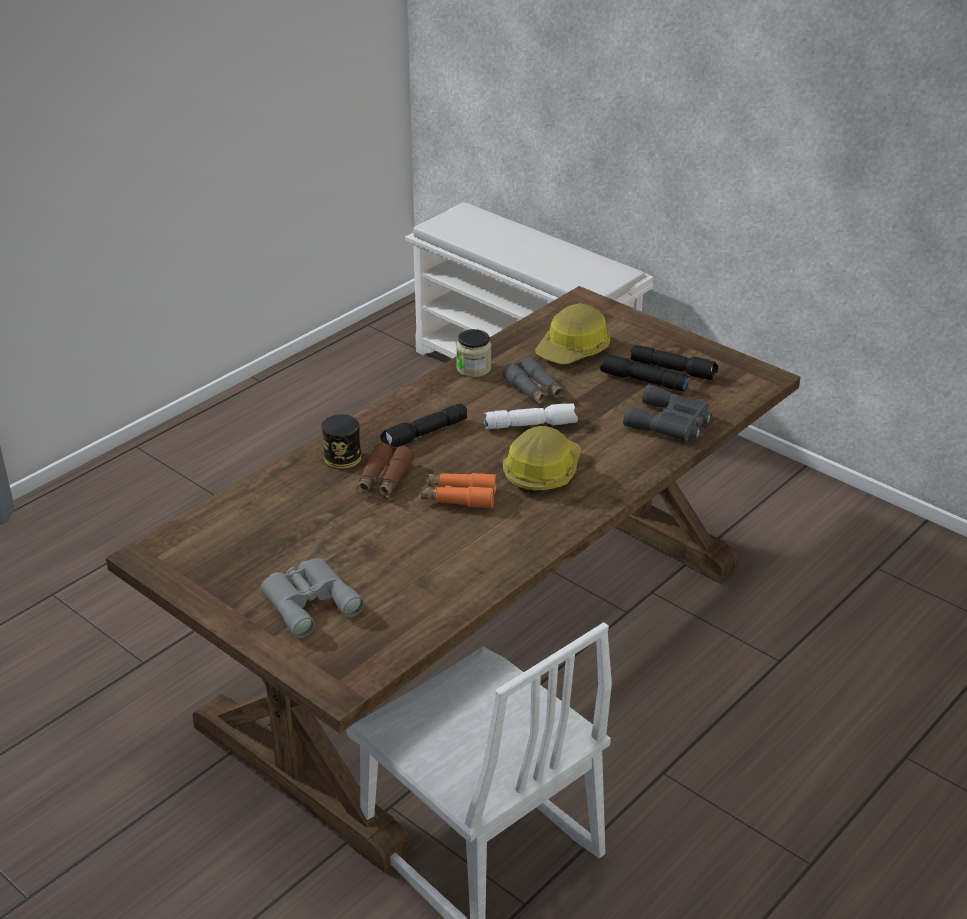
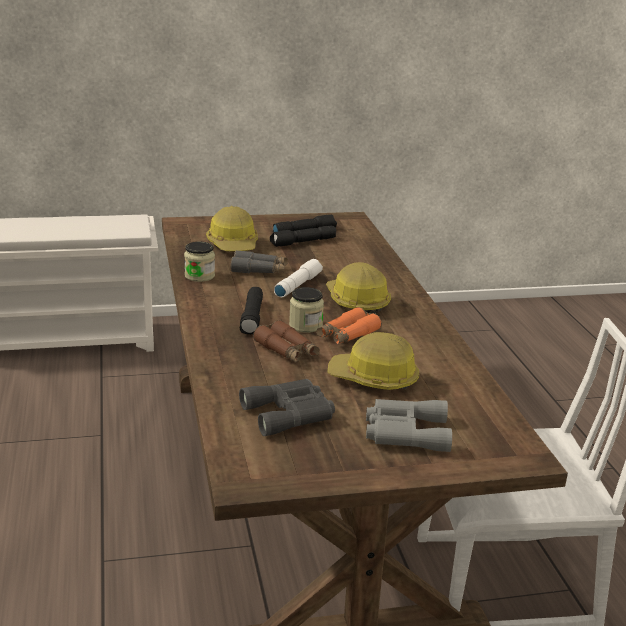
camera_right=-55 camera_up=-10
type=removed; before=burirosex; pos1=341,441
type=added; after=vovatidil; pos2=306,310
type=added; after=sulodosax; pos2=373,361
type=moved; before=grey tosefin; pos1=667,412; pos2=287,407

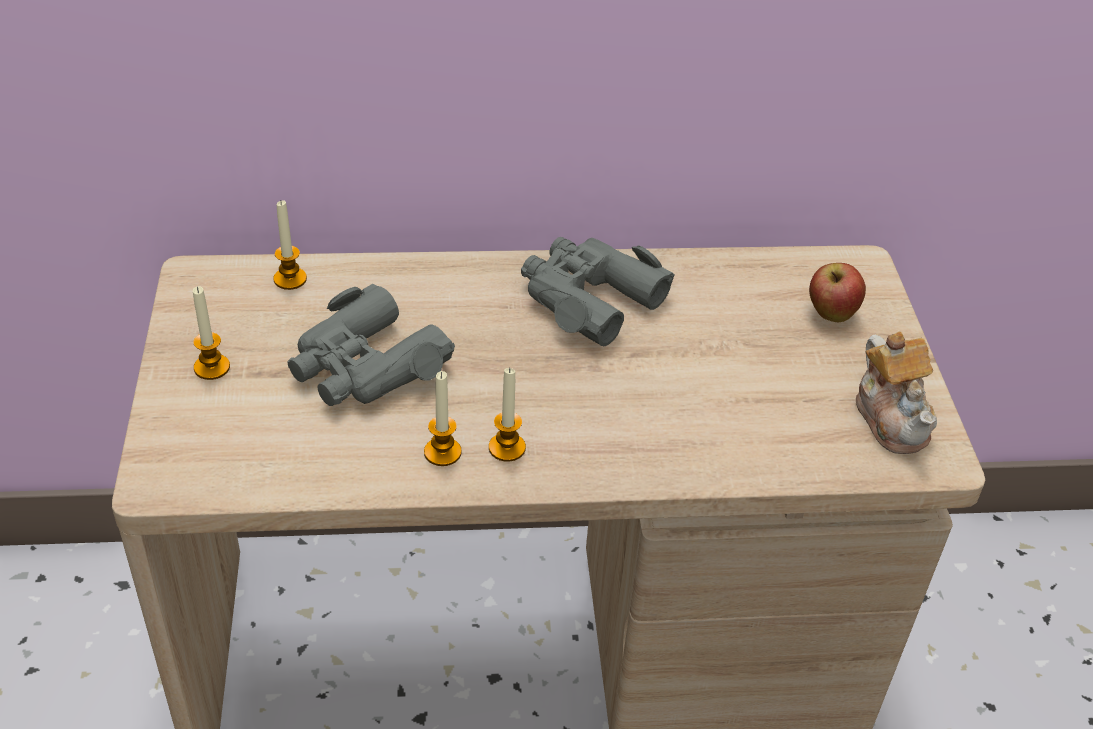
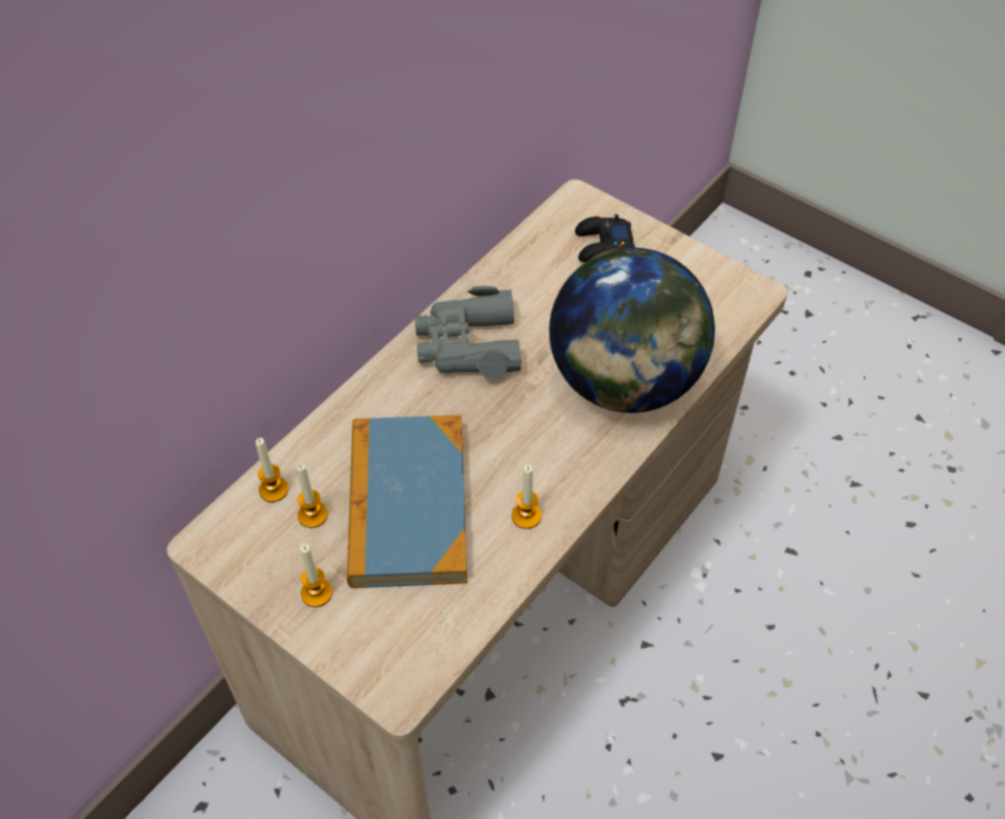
camera_right=-45 camera_up=10
type=removed; before=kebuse; pos1=896,392
type=added; after=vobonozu; pos2=632,330
type=moved; before=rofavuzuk; pos1=507,415; pos2=312,496
type=replaced; before=grey tosefin; after=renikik; pos1=371,345; pos2=407,501
type=replaced; before=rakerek; after=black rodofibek; pos1=837,292; pos2=605,238

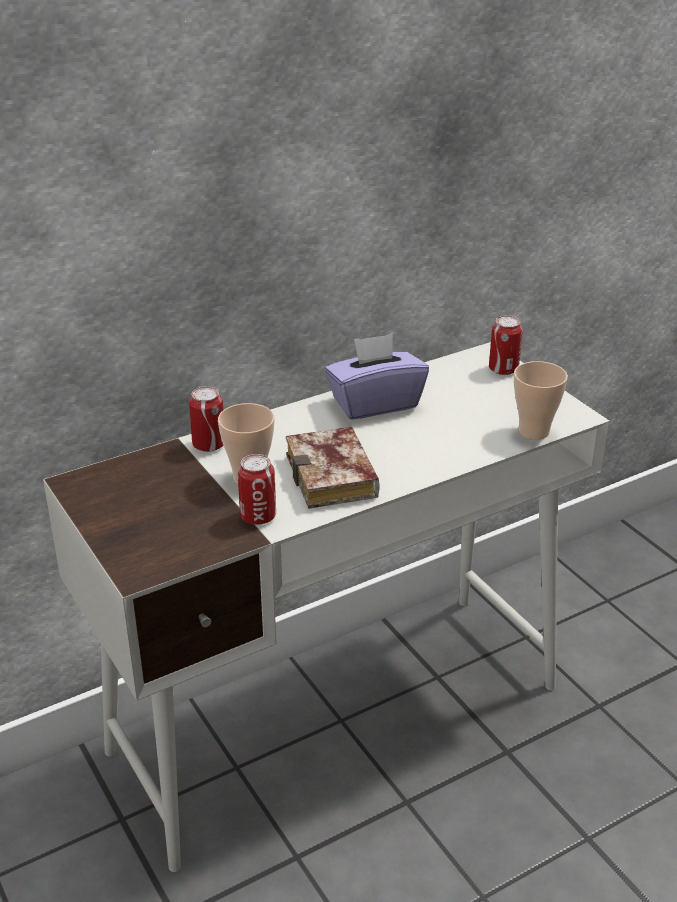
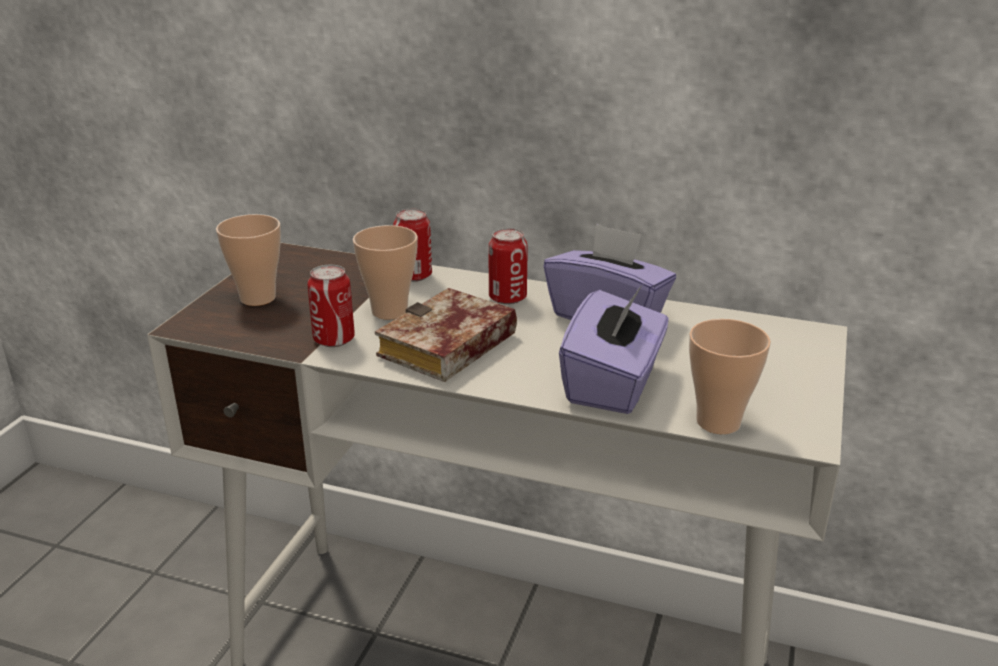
camera_right=50 camera_up=-5
type=added; after=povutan; pos2=248,260
type=added; after=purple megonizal; pos2=614,349
type=moved; before=burirosex; pos1=506,345; pos2=508,266

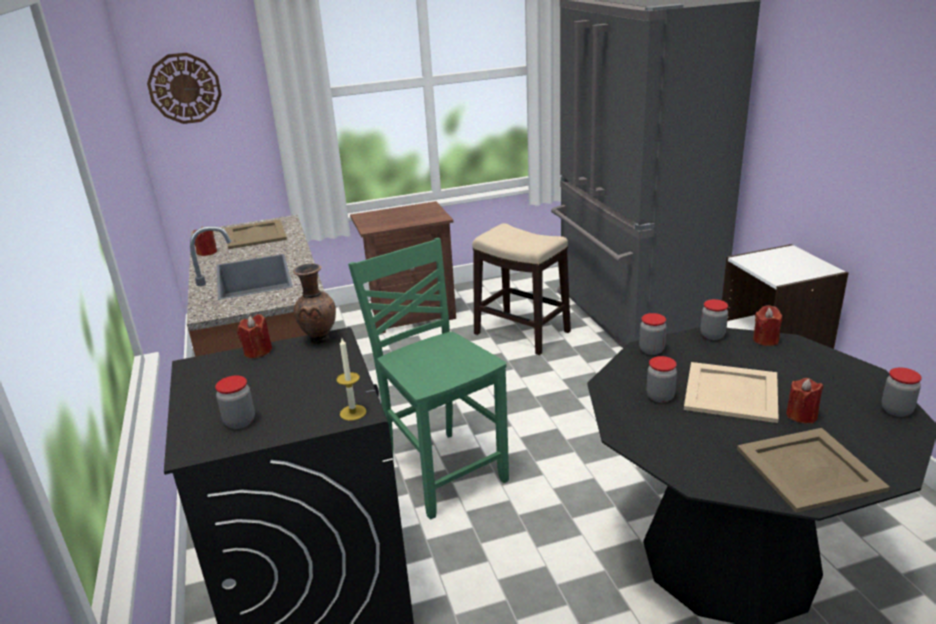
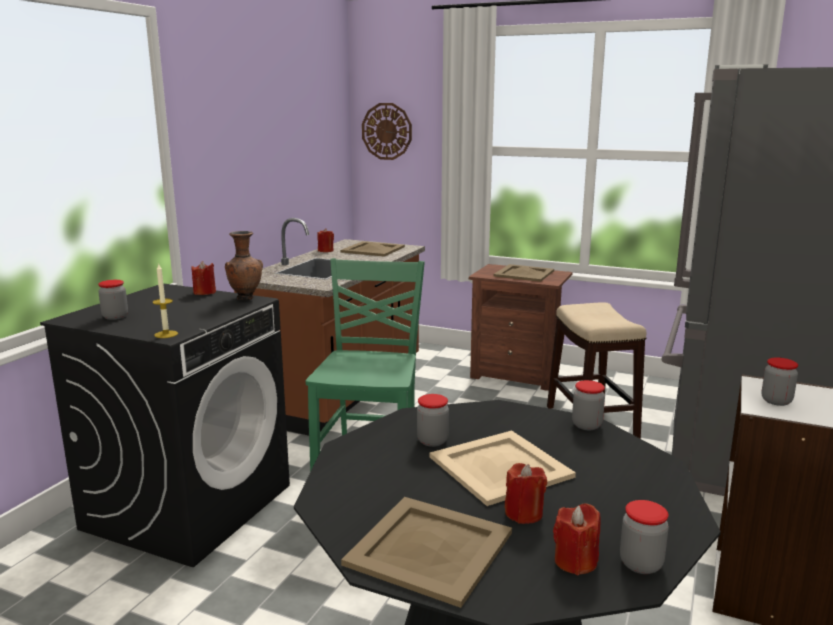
camera_right=40 camera_up=-10
type=added; after=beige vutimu; pos2=524,273
type=moved; before=vovatidil; pos1=653,334; pos2=780,381
type=moved; before=red rofavuzuk; pos1=767,325; pos2=577,539

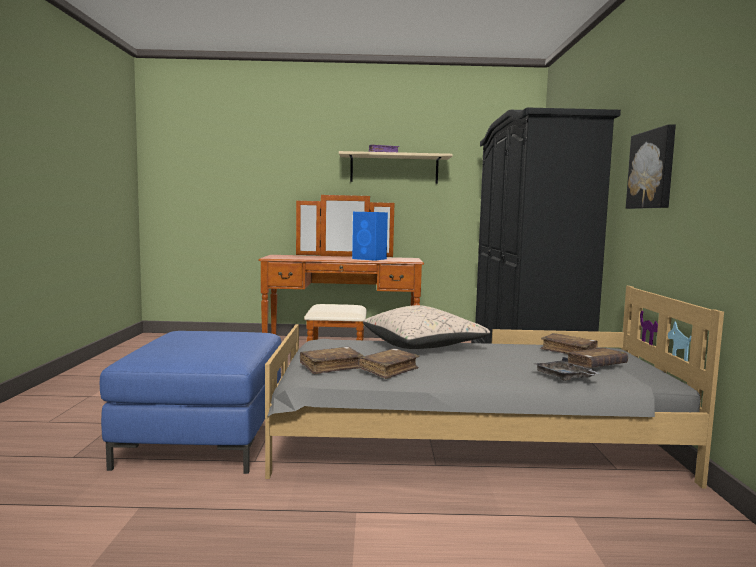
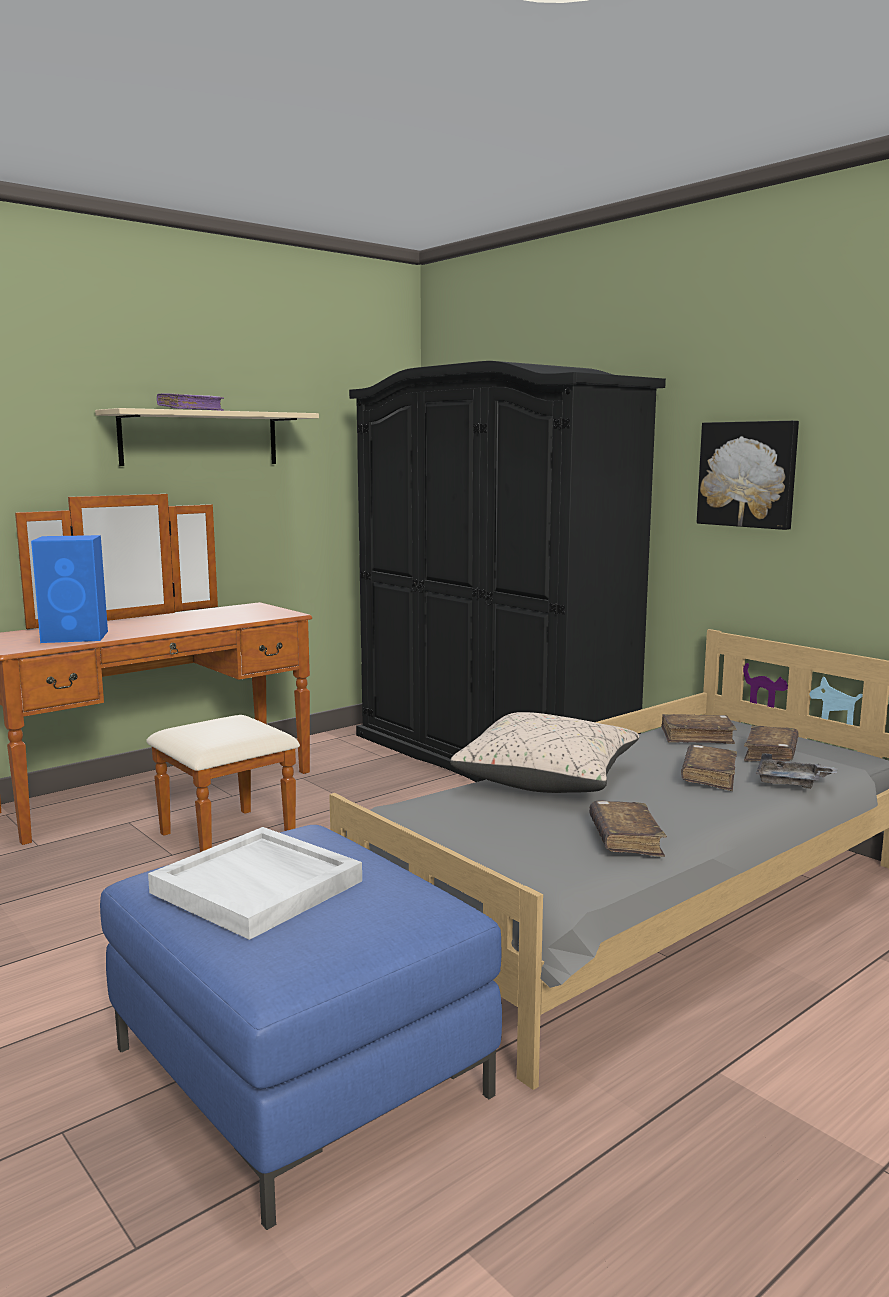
camera_right=-40 camera_up=5
type=added; after=white vutimu; pos2=255,883
type=moved; before=brown renikik; pos1=332,360; pos2=709,768
type=moved; before=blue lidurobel; pos1=370,236; pos2=69,589

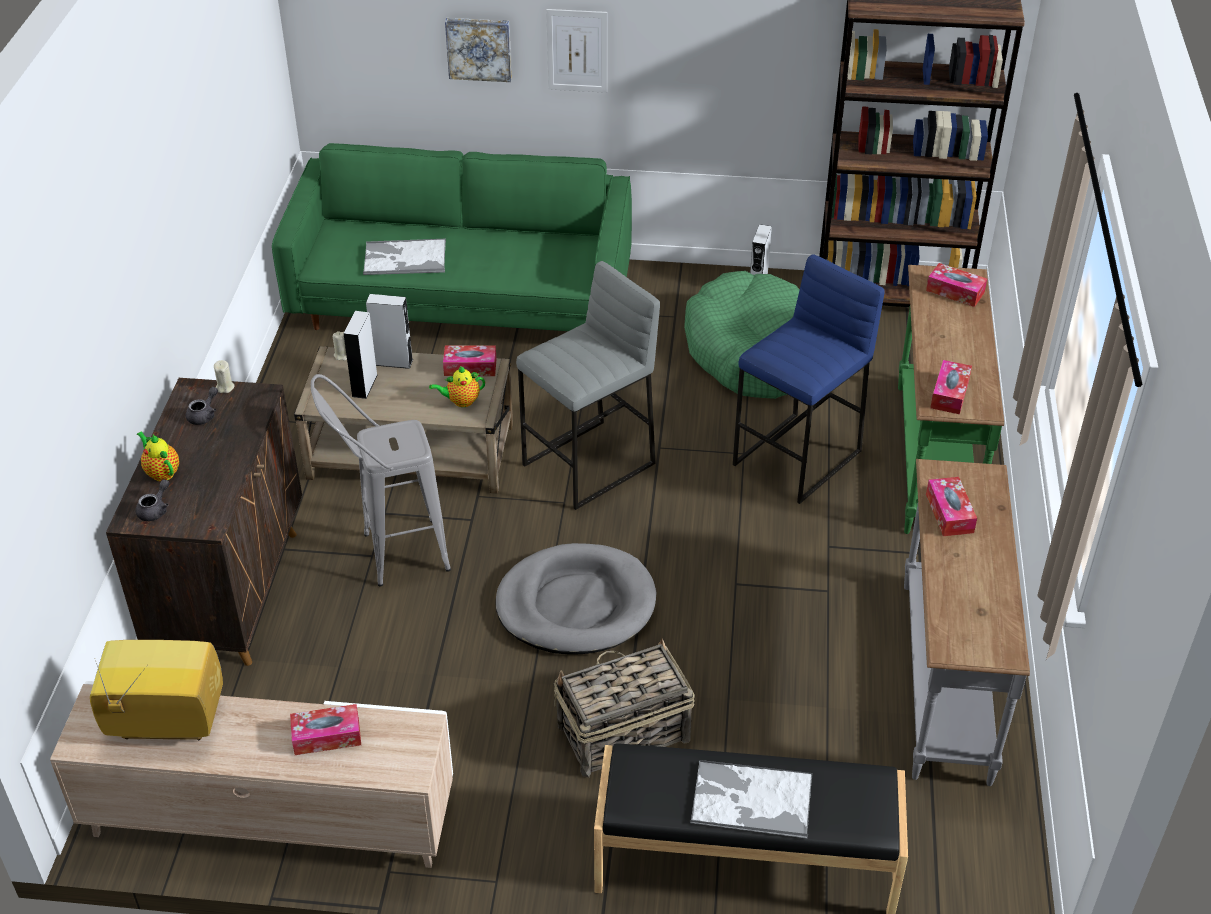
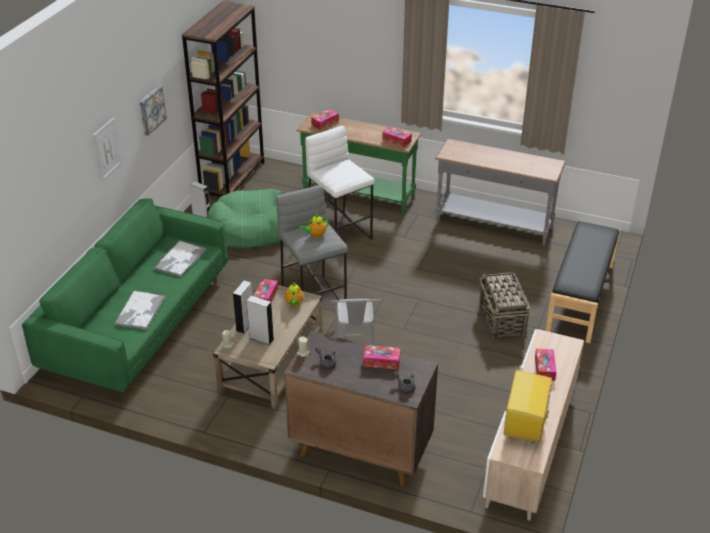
camera_right=-75 camera_up=-5
type=removed; before=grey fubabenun; pos1=576,598
type=moved; before=kebuse; pos1=158,456; pos2=314,226
type=moved; before=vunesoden; pos1=478,50; pos2=153,111
type=moved; before=vutimu; pos1=751,799; pos2=180,258
type=moved; before=megonizal; pos1=951,506; pos2=382,357
type=recoloured; before=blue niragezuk; after=white niragezuk; pos1=809,379; pos2=340,183

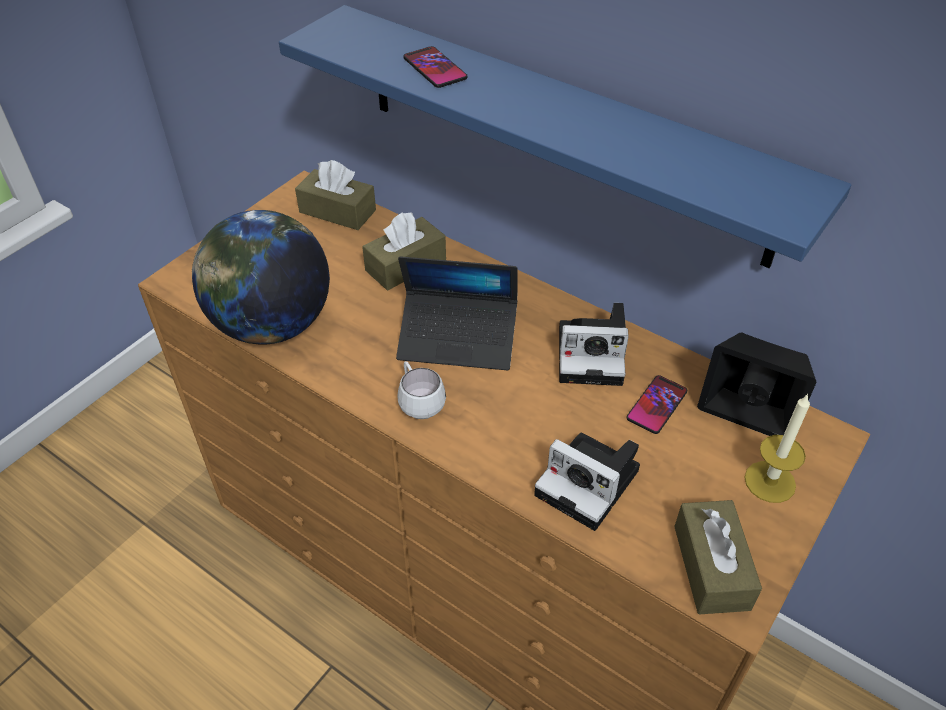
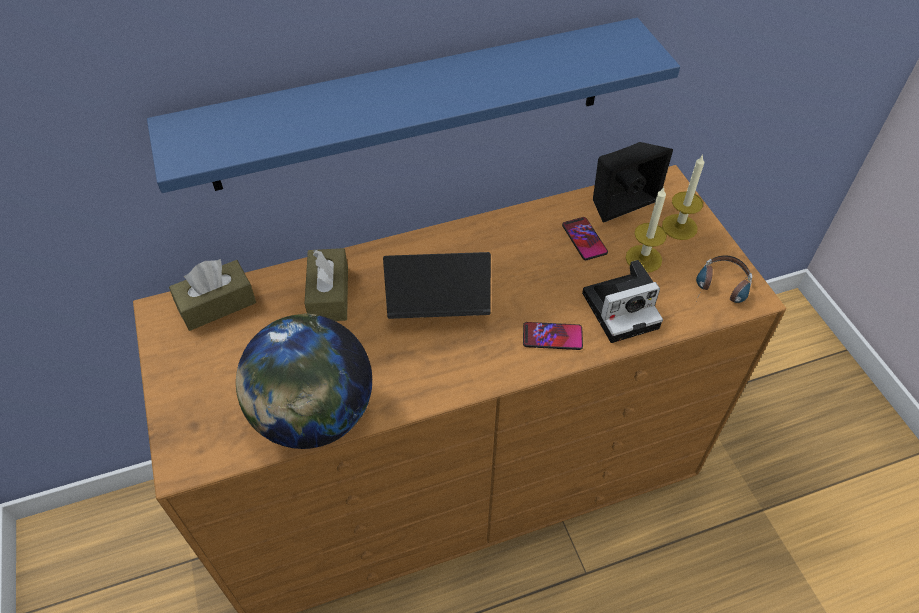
camera_right=-55 camera_up=5
type=removed; before=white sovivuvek; pos1=421,390
type=removed; before=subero; pos1=594,344
type=added; after=rofavuzuk; pos2=646,229
type=moved; before=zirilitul; pos1=435,67; pos2=553,336
type=replaced; before=brown megonizal; after=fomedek; pos1=718,557; pos2=724,279
type=turned; before=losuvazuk; pos1=457,313; pos2=437,285; turn=-135

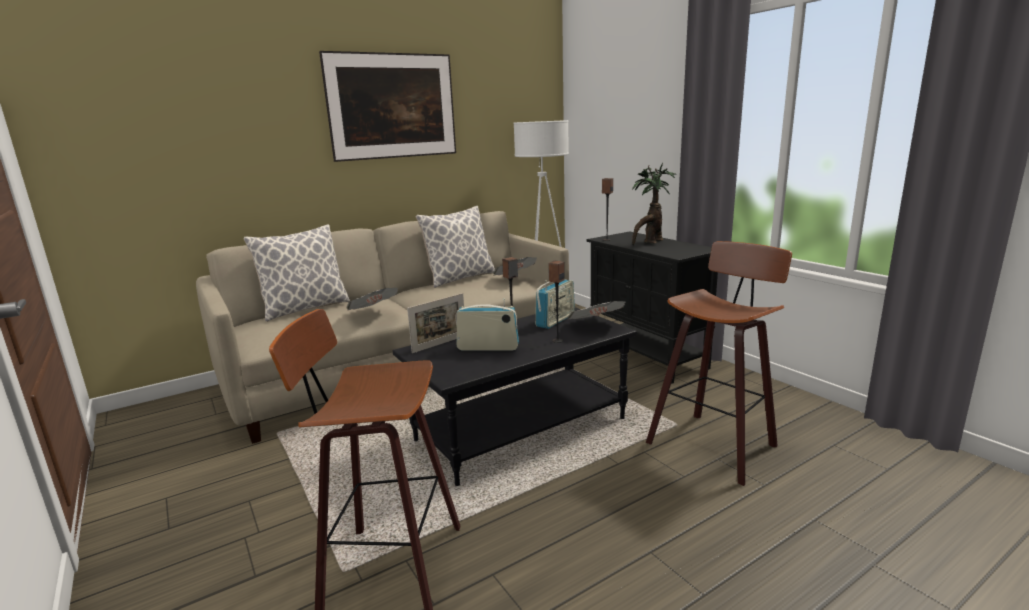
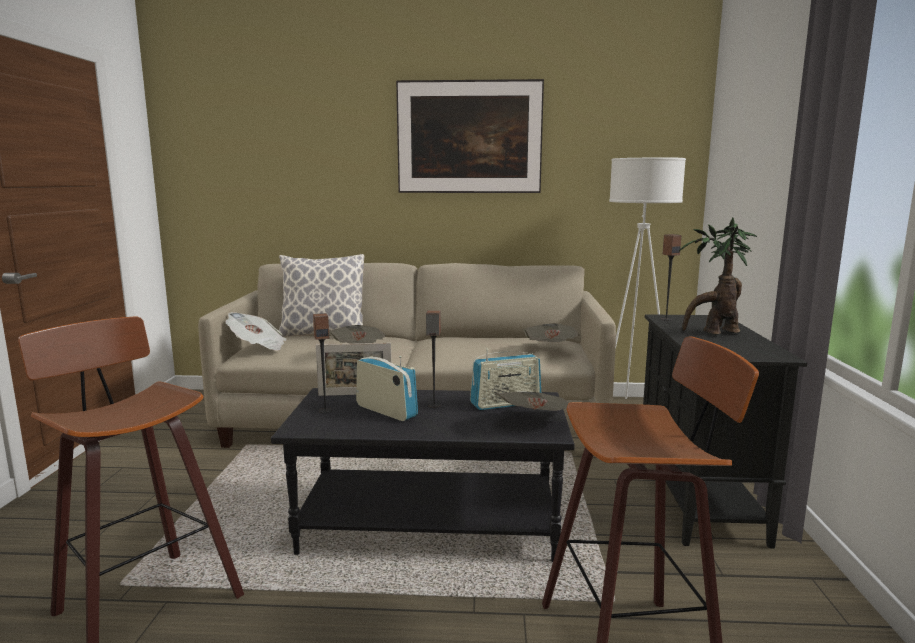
camera_right=35 camera_up=-5
type=removed; before=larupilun; pos1=455,247
type=added; after=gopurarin; pos2=255,331
type=moved; before=lidurobel; pos1=556,302; pos2=322,363

